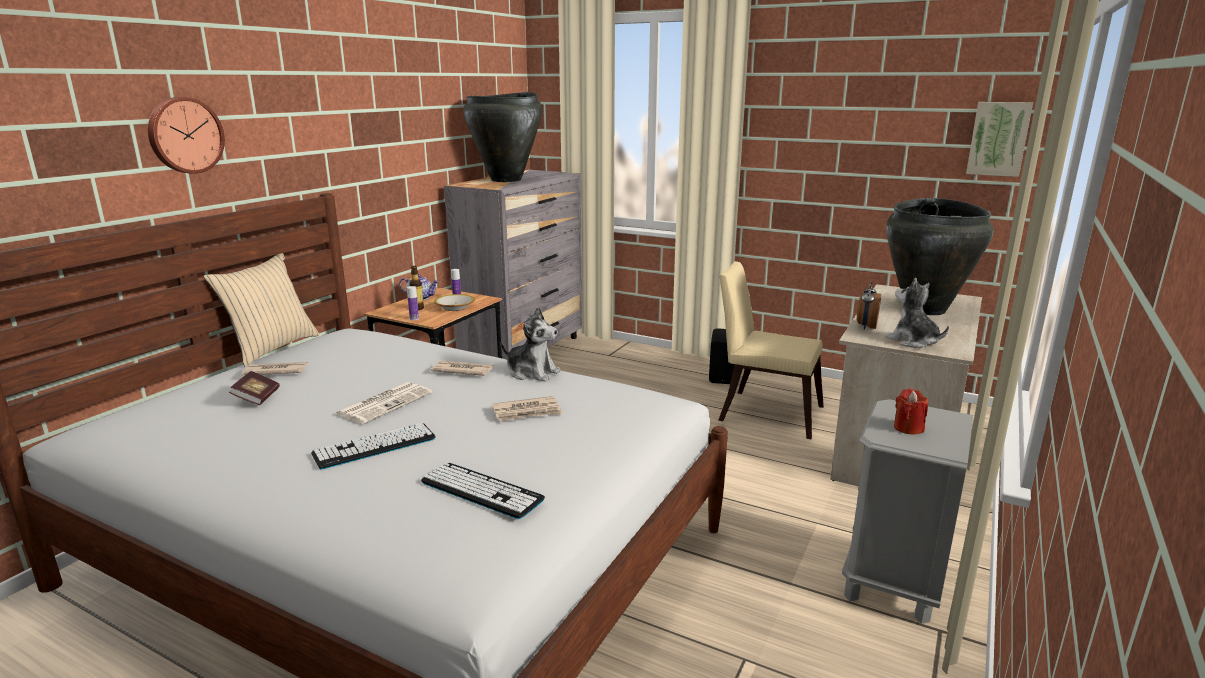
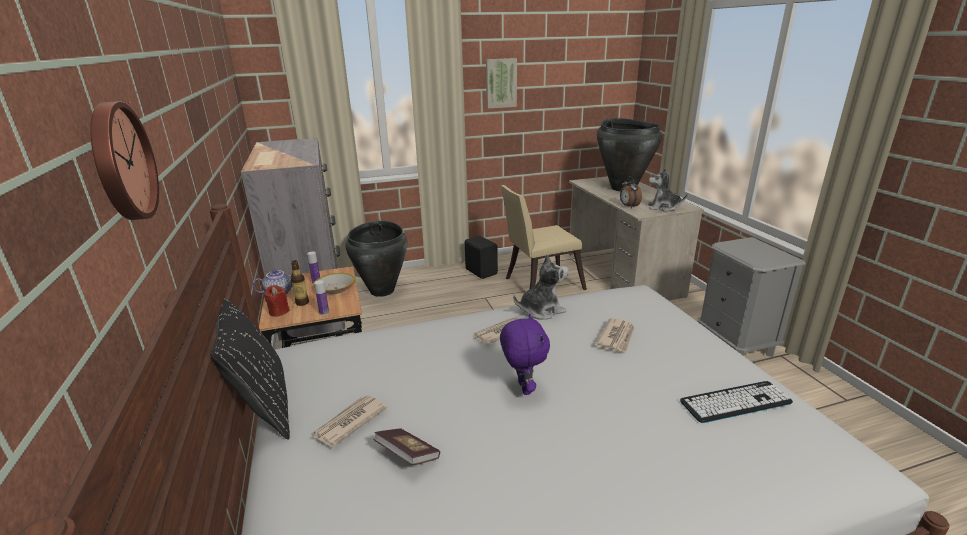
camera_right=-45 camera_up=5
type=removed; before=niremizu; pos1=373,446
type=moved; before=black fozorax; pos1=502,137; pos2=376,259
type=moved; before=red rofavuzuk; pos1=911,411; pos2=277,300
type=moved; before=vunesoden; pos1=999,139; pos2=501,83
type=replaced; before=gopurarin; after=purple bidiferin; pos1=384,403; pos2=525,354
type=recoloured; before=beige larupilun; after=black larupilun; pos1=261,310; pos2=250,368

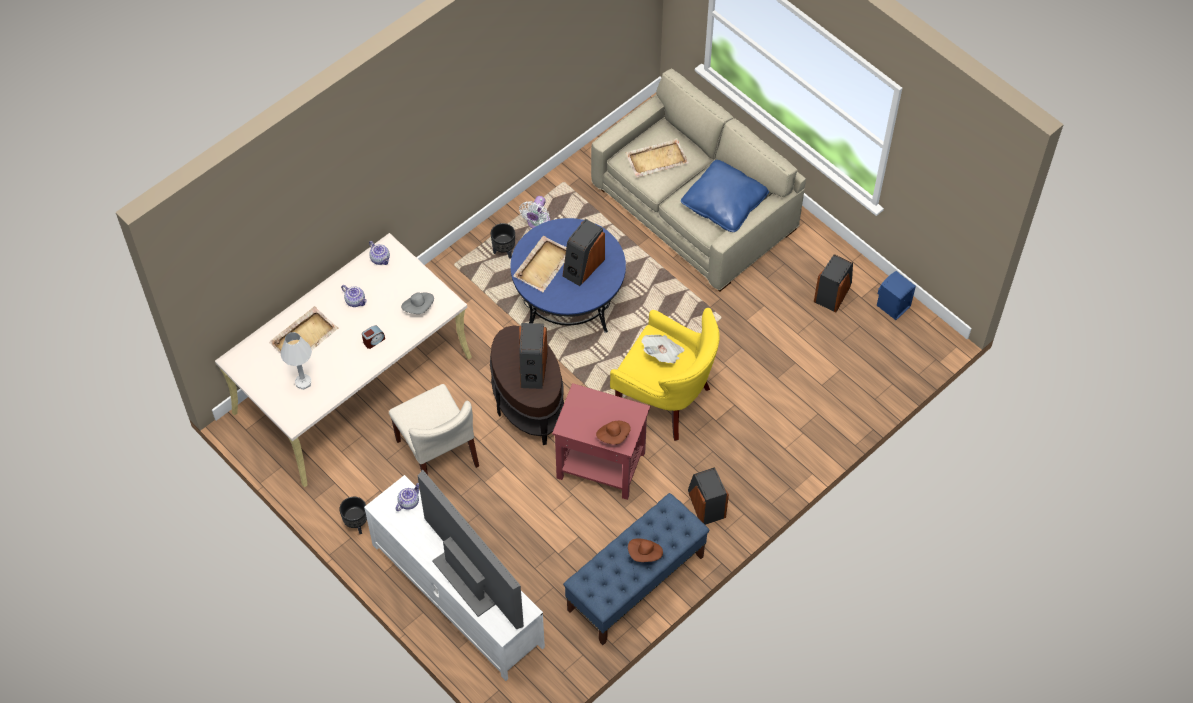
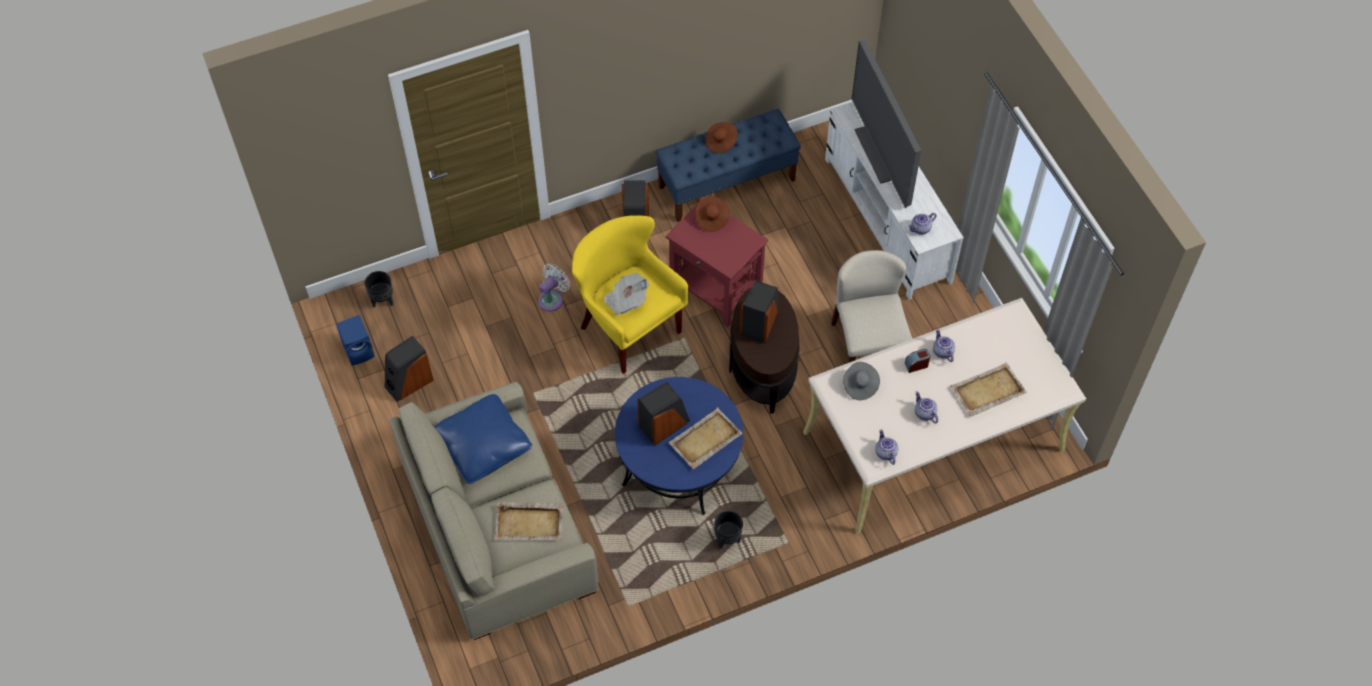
camera_right=-160 camera_up=0
type=removed; before=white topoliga; pos1=296,361
type=added; after=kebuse; pos2=944,345
type=moved; before=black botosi; pos1=353,515; pos2=379,289
type=moved; before=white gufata; pos1=534,212; pos2=554,288

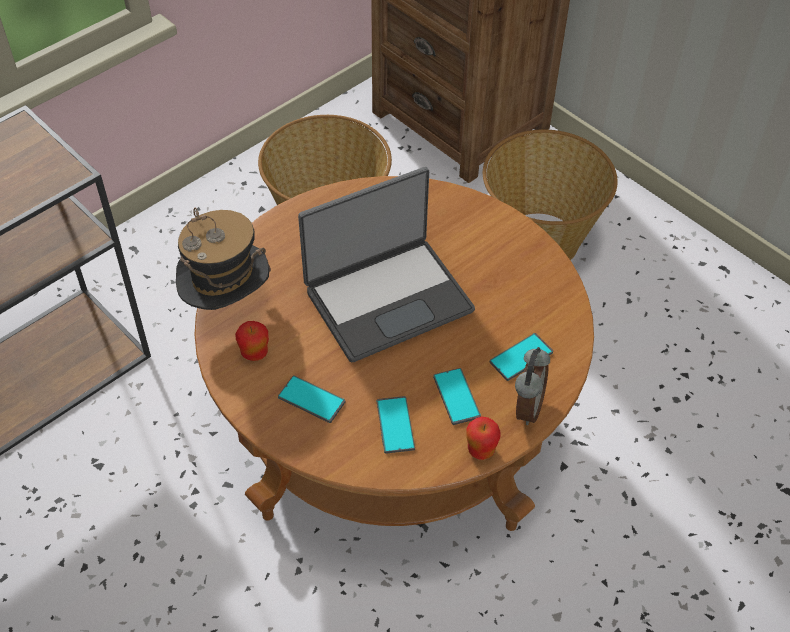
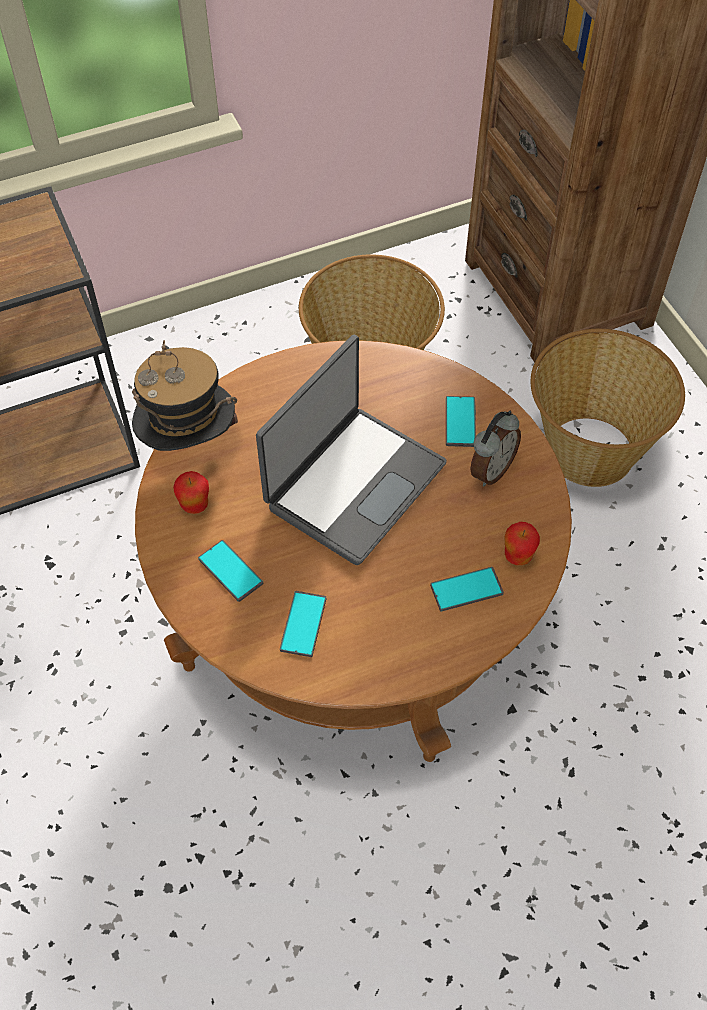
camera_right=20 camera_up=5
type=moved; before=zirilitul; pos1=457,396; pos2=461,421
type=moved; before=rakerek; pos1=483,438; pos2=522,543
type=moved; before=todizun; pos1=532,386; pos2=495,448
type=turned; before=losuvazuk; pos1=386,265; pos2=351,450; turn=-45

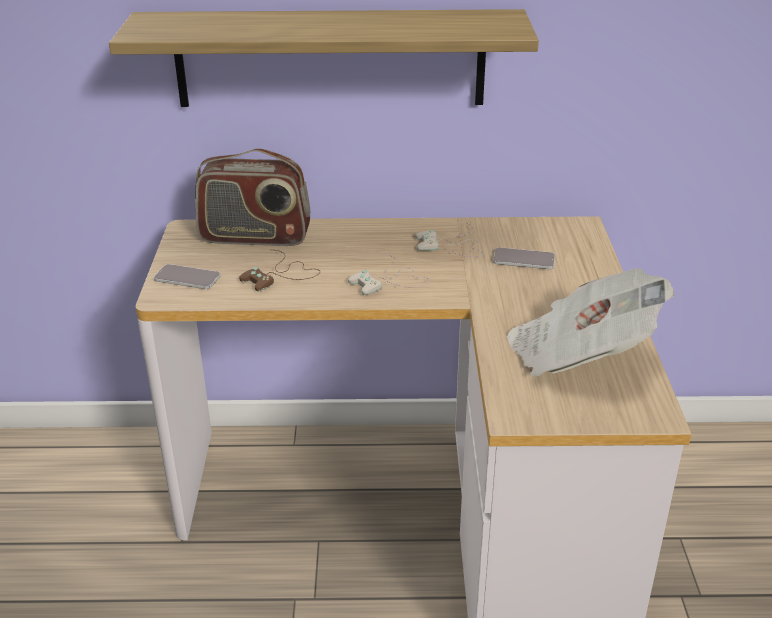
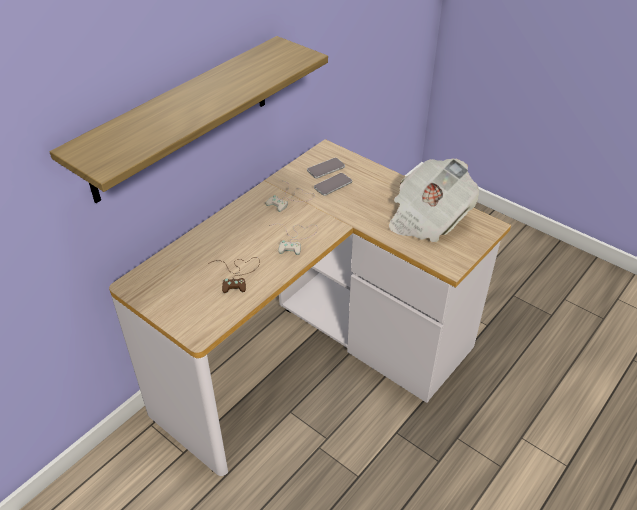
camera_right=-50 camera_up=10
type=removed; before=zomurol; pos1=253,197
type=moved; before=zirilitul; pos1=187,276; pos2=326,168

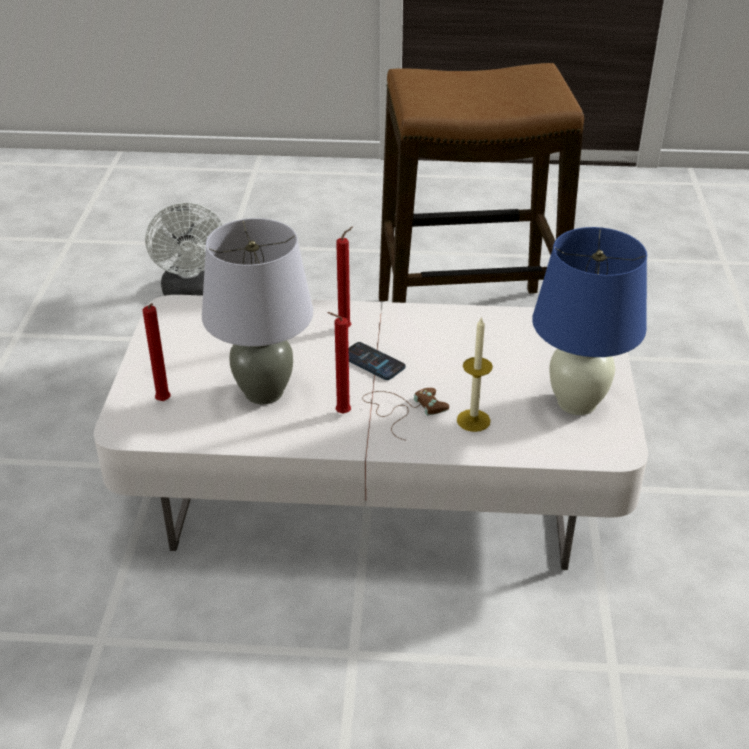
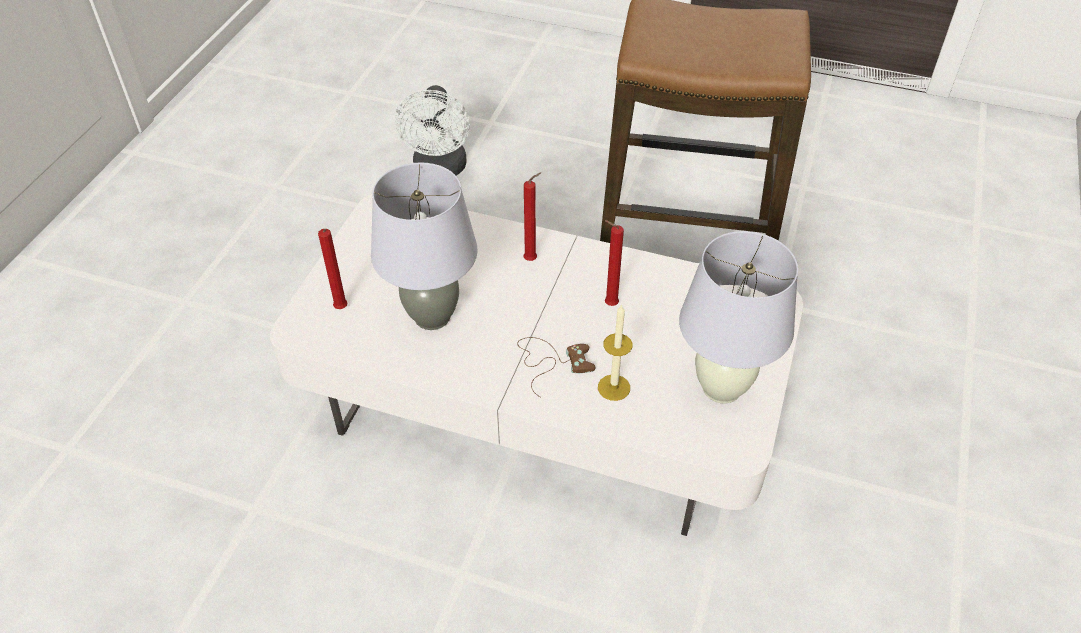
camera_right=15 camera_up=10
type=removed; before=zirilitul; pos1=377,361
type=moved; before=red rofavuzuk; pos1=339,363; pos2=614,263
type=recoloured; before=blue topoliga; after=white topoliga; pos1=589,321; pos2=738,317

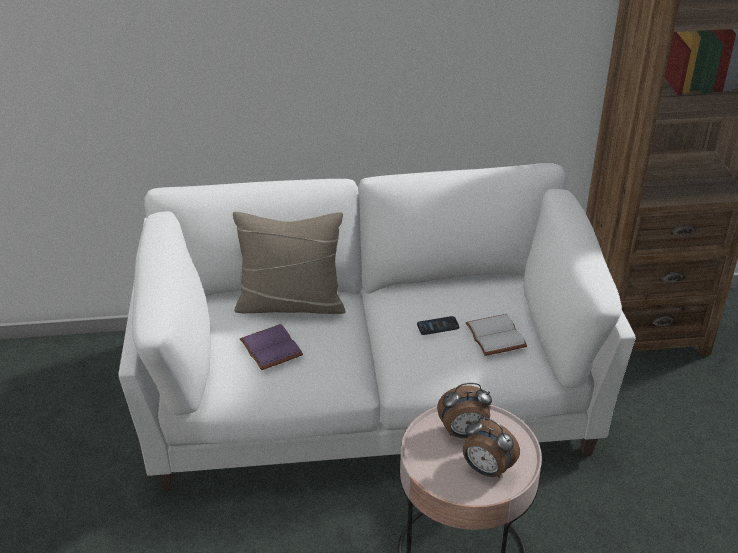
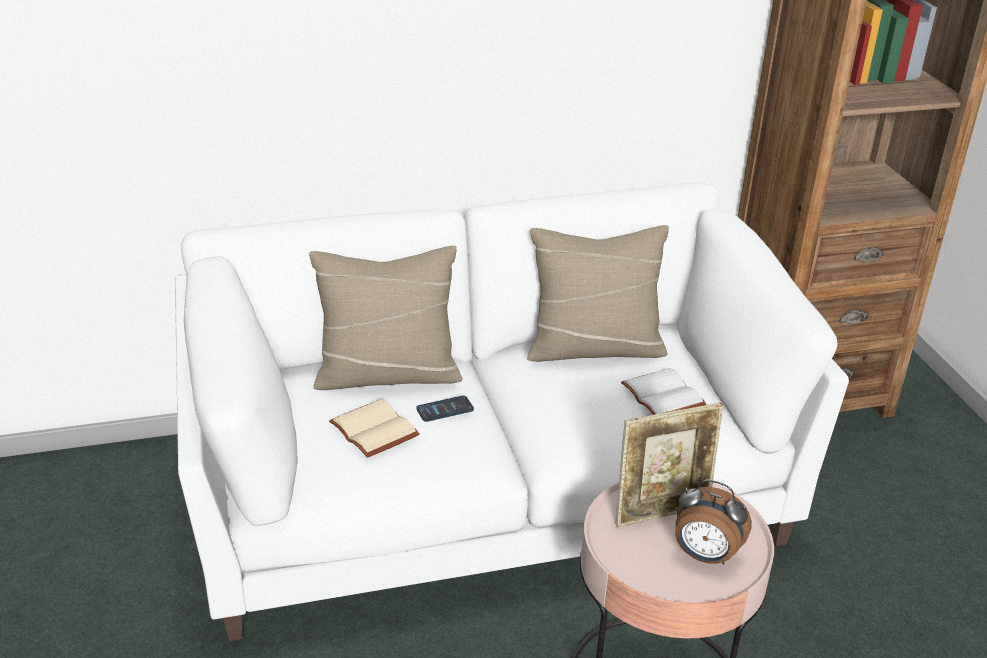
camera_right=-10 camera_up=-5
type=added; after=beige larupilun; pos2=598,293
type=moved; before=zirilitul; pos1=438,325; pos2=445,409
type=replaced; before=todizun; after=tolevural; pos1=464,410; pos2=670,465
type=recoloured; before=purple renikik; after=beige renikik; pos1=271,347; pos2=374,428

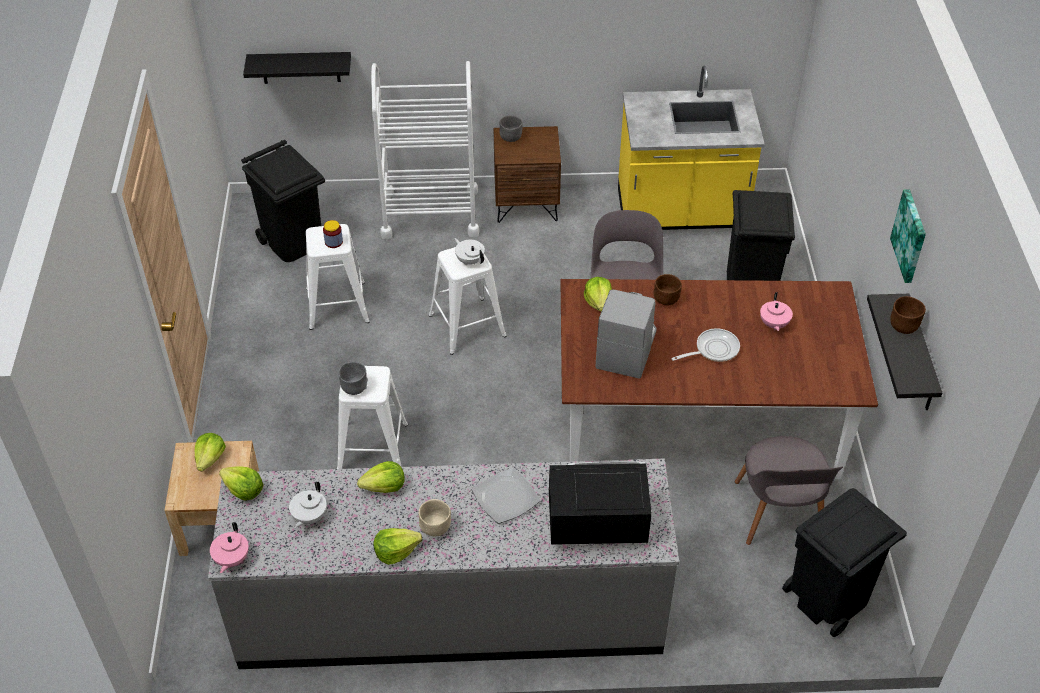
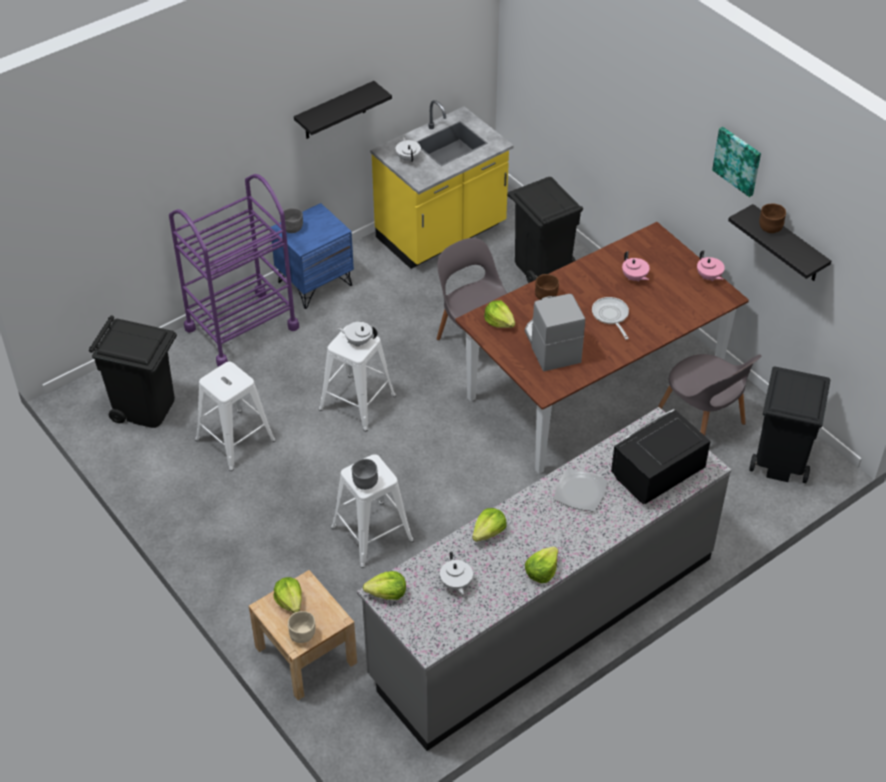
camera_right=-35 camera_up=0
type=removed; before=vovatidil; pos1=333,234
type=added; after=white kebuse; pos2=408,149
type=moved; before=pink kebuse; pos1=229,547; pos2=711,265
type=moved; before=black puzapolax; pos1=297,68; pos2=343,110
type=moved; before=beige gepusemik; pos1=434,518; pos2=301,627
type=recoloured; before=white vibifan; after=purple vibifan; pos1=425,150; pos2=234,270
type=recoloured; before=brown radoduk; after=blue radoduk; pos1=527,174; pos2=312,256
type=turned; before=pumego; pos1=705,345; pos2=610,318; turn=-45

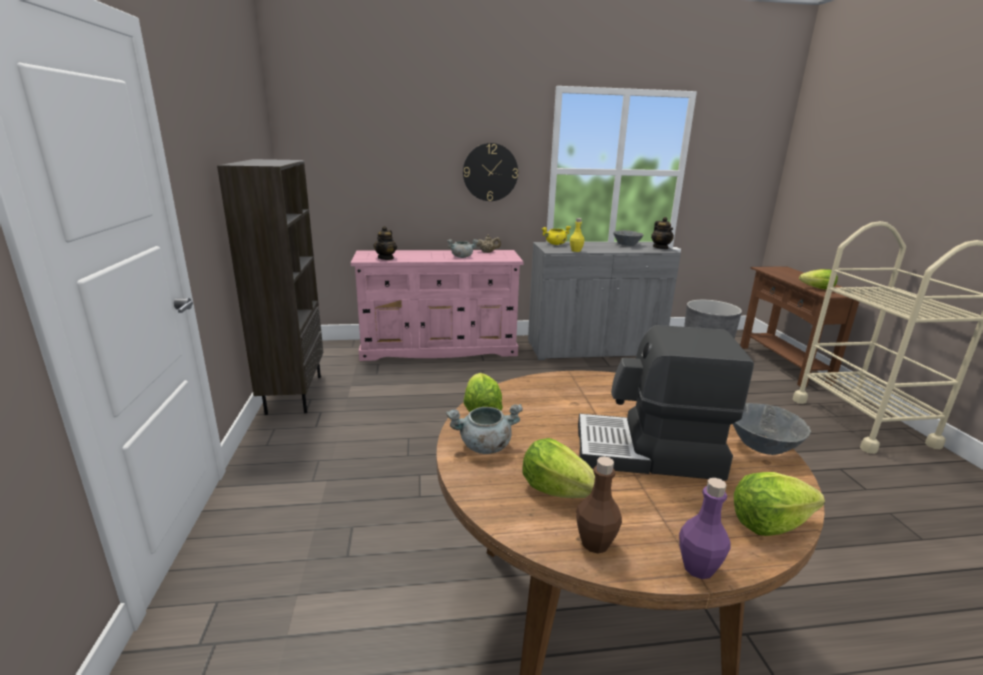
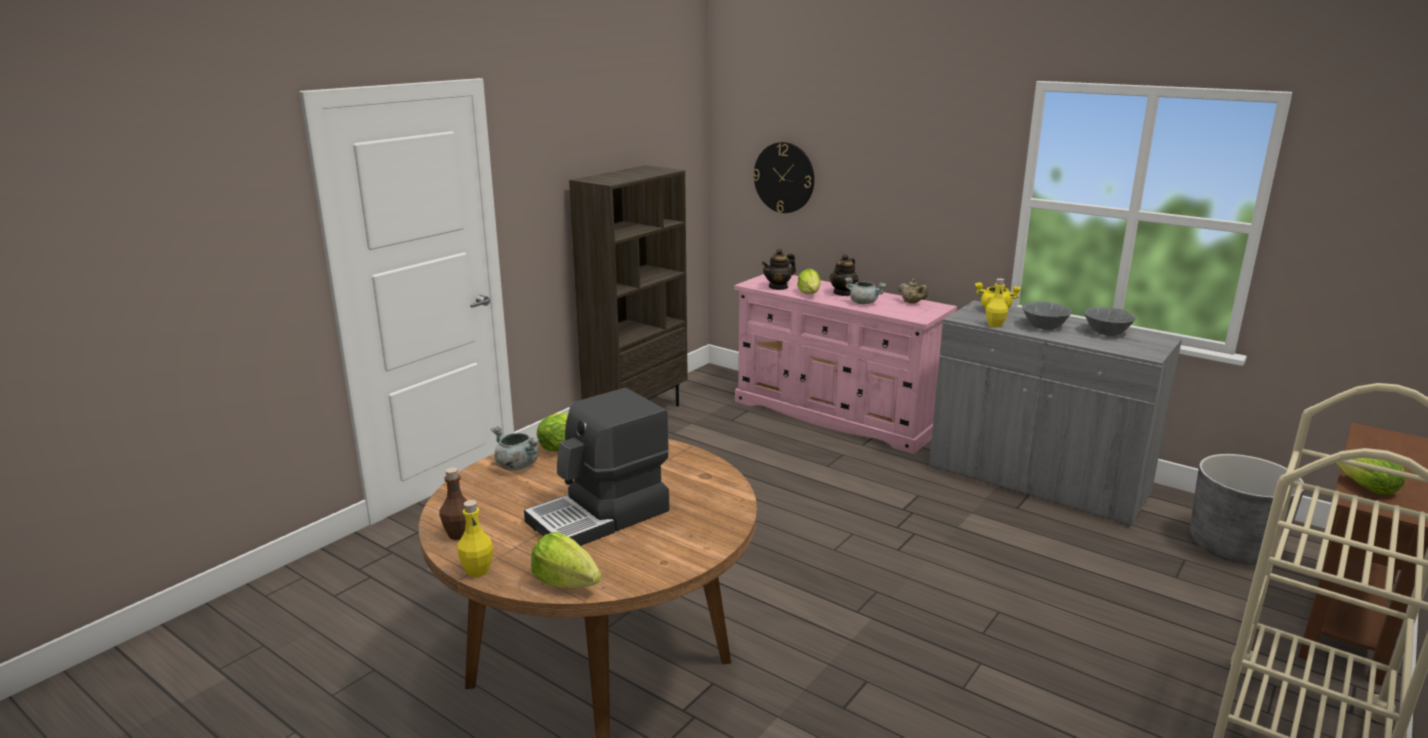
camera_right=45 camera_up=0
type=moved; before=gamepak; pos1=490,172; pos2=783,177
type=moved; before=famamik; pos1=559,468; pos2=809,281
type=moved; before=kebuse; pos1=662,233; pos2=844,275
type=moved; before=grey gepusemik; pos1=772,429; pos2=1047,316
type=recoloured; before=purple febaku; after=yellow febaku; pos1=705,528; pos2=475,538
type=turned; before=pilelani; pos1=666,403; pos2=596,467; turn=-90

